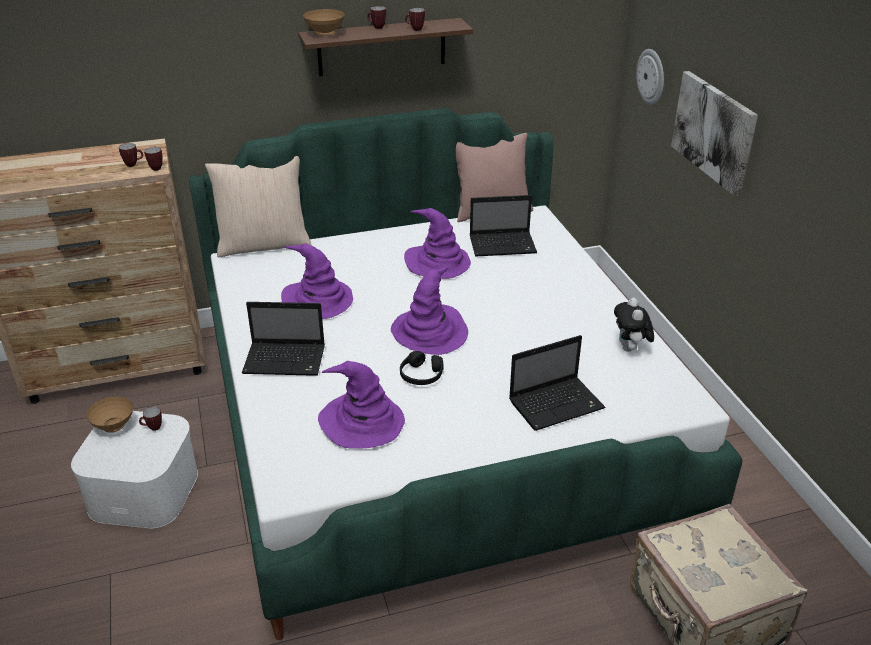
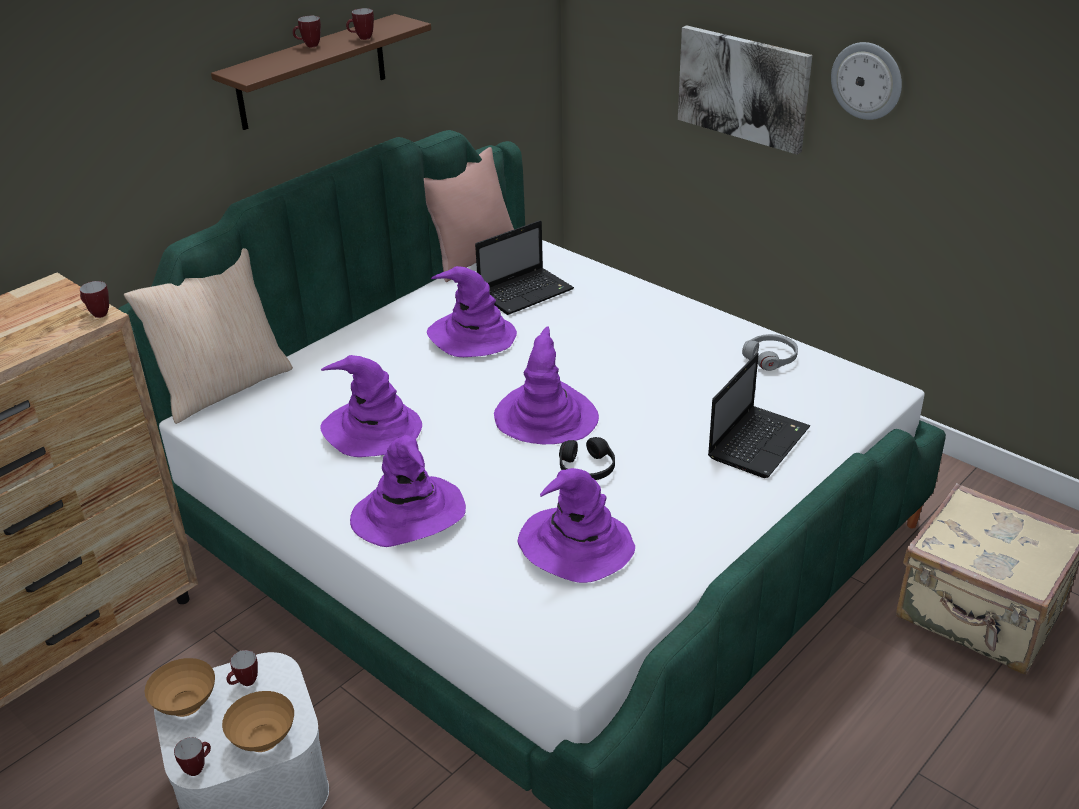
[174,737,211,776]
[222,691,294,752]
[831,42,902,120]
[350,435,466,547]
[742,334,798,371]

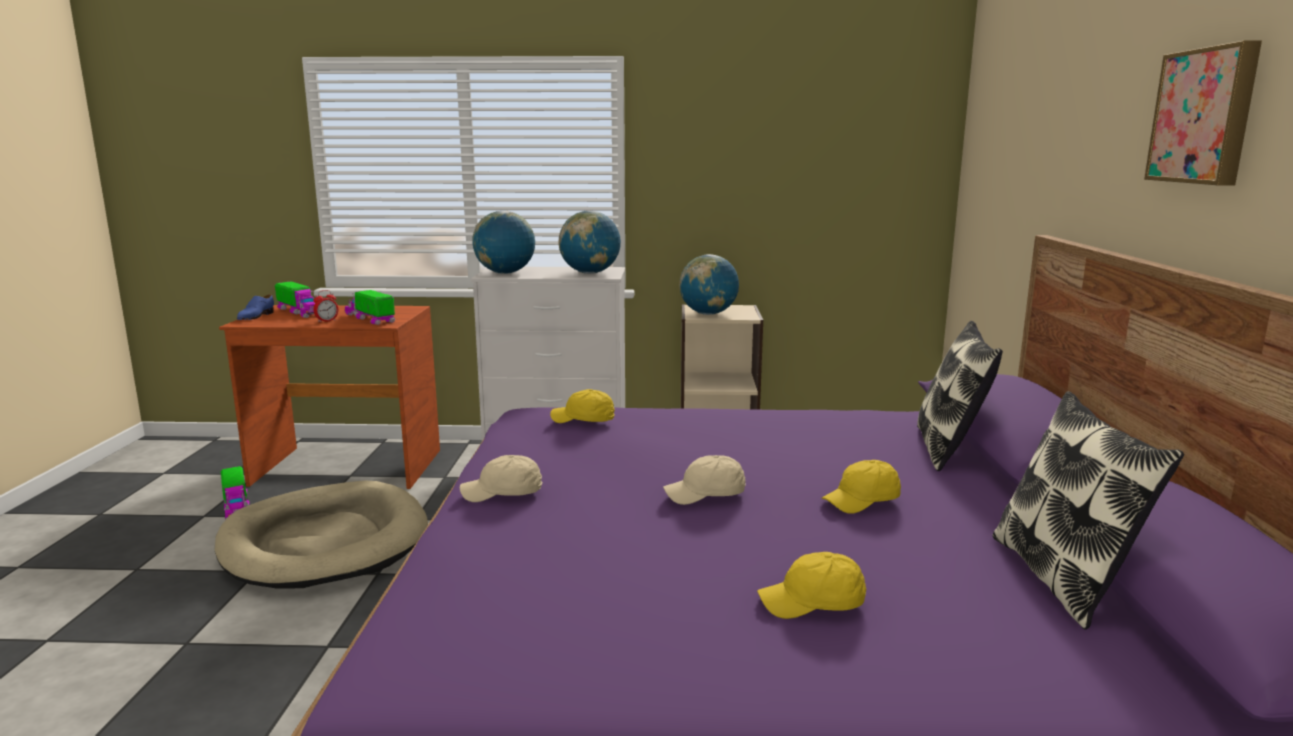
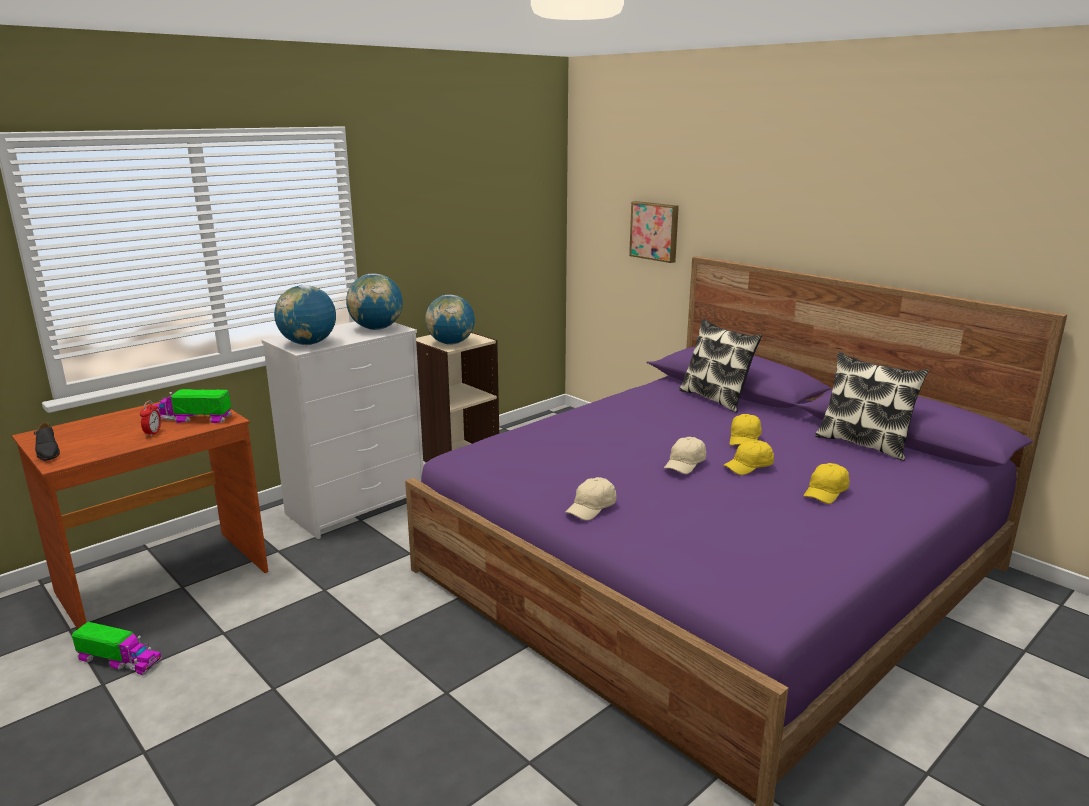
[215,480,428,589] (first image)
[275,281,315,318] (first image)
[723,440,774,475]
[629,201,679,263]
[34,422,60,461]

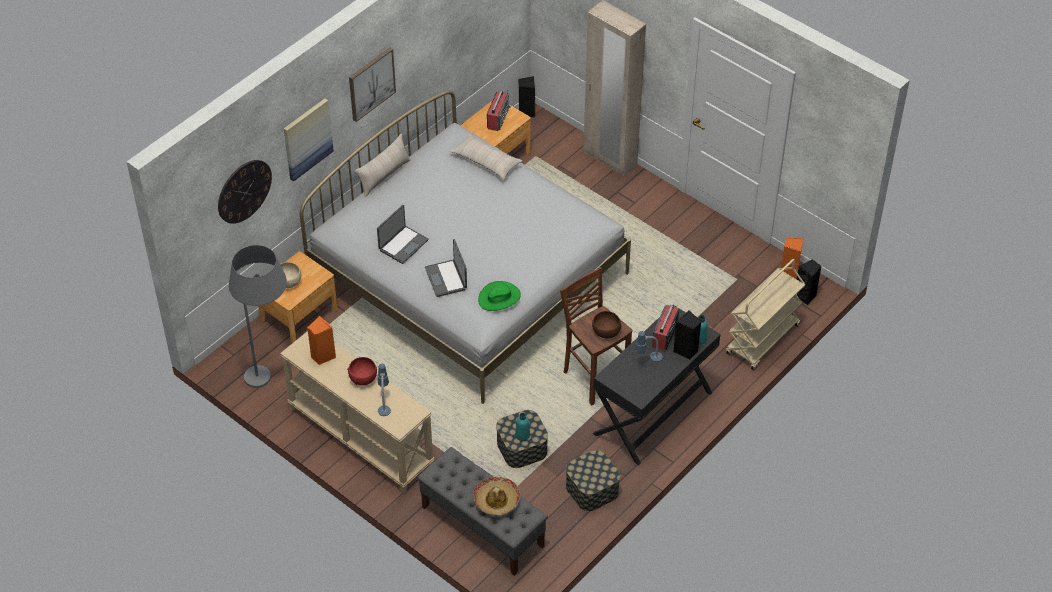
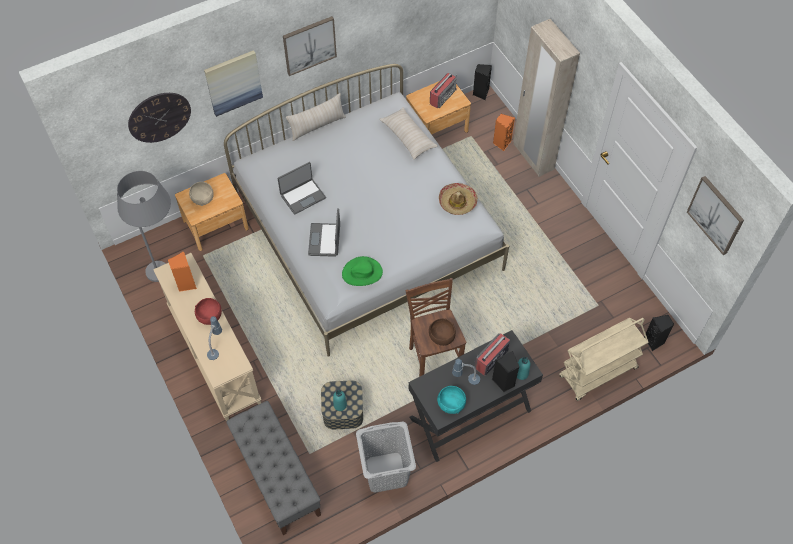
[437,386,466,414]
[687,176,744,255]
[439,183,478,215]
[493,114,515,151]
[356,421,416,493]

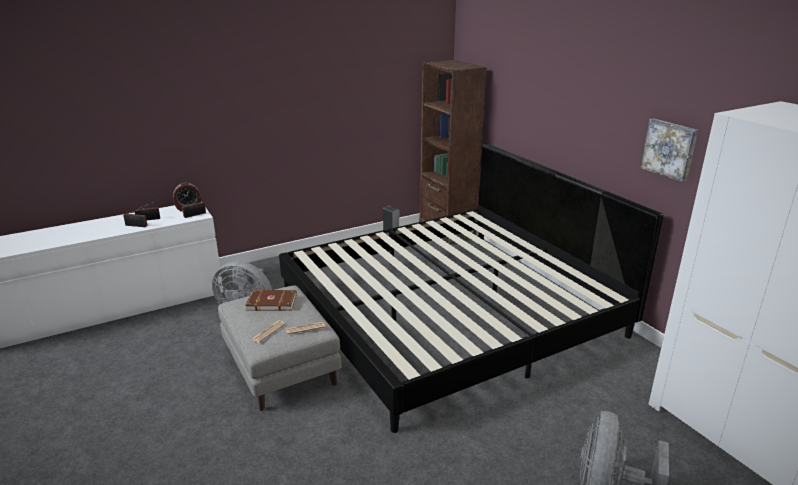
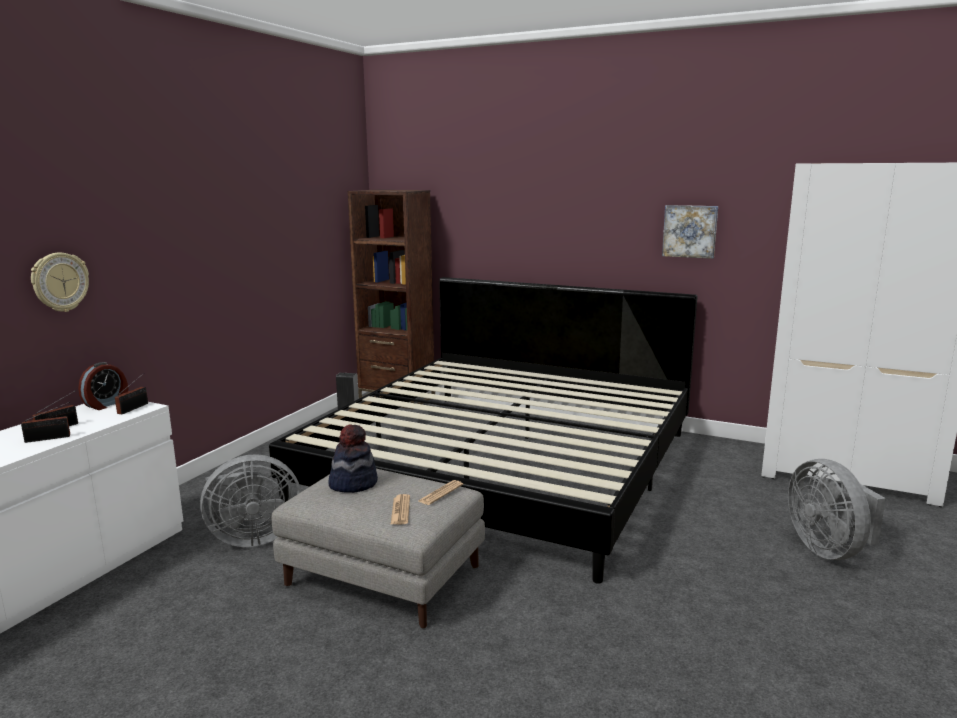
[31,253,89,312]
[328,424,378,493]

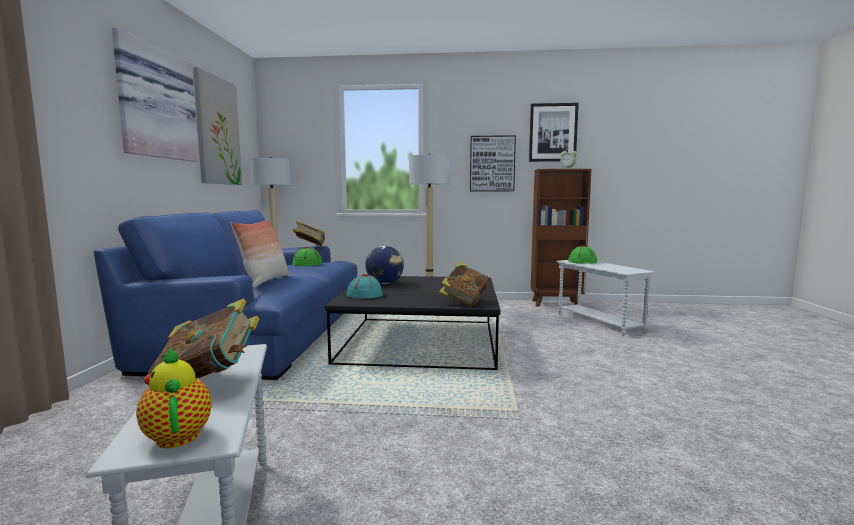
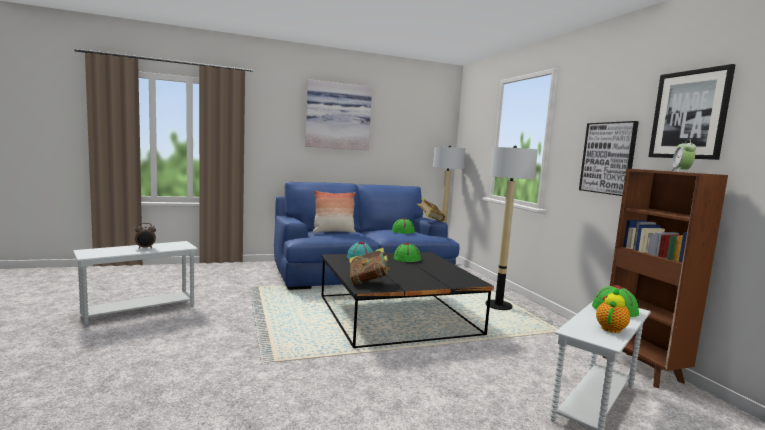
[193,67,242,185] (first image)
[596,288,630,333]
[135,223,156,249]
[394,243,421,262]

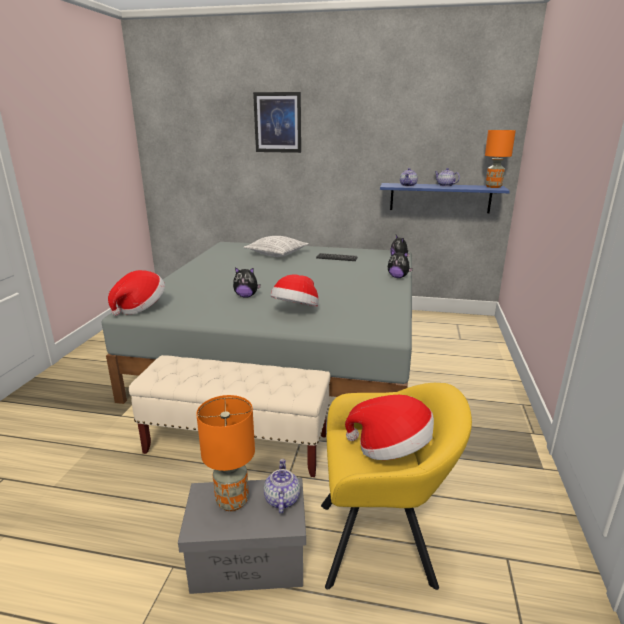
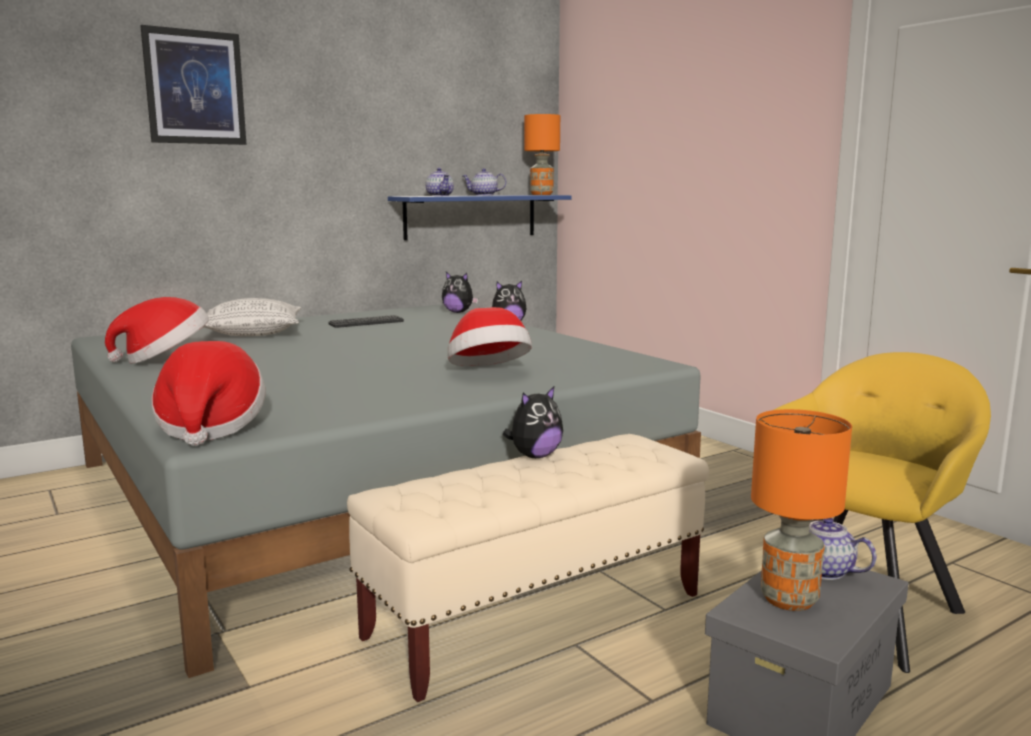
[503,386,563,458]
[105,297,209,363]

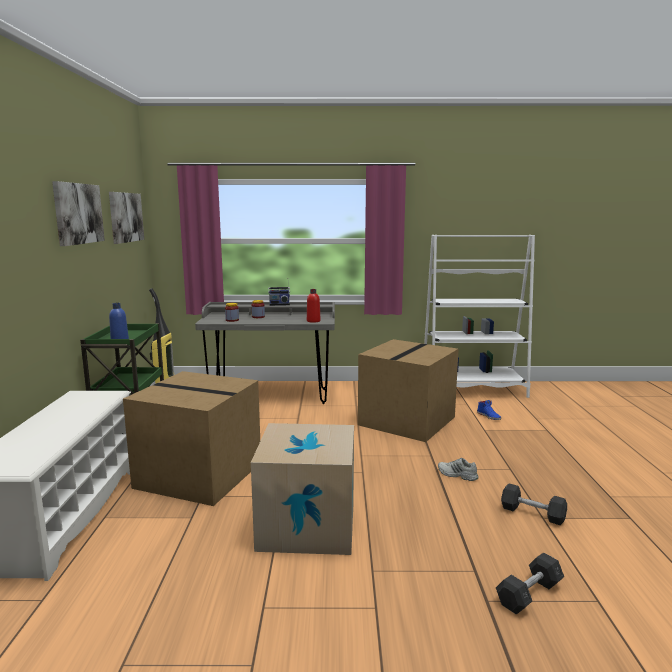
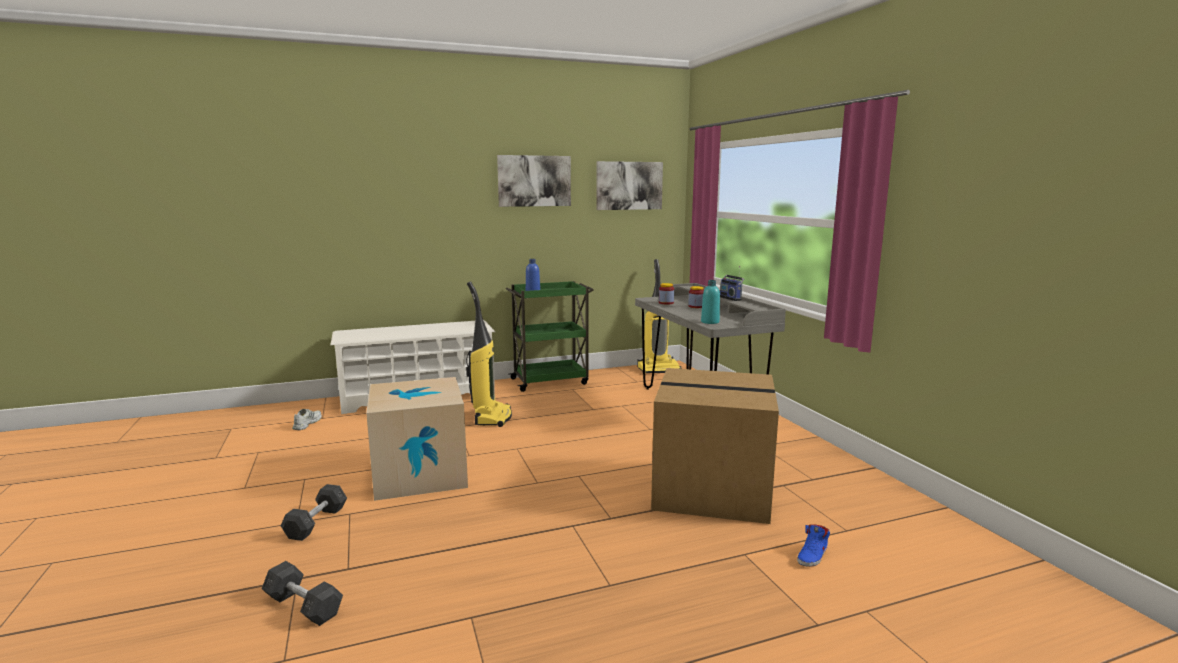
[424,235,535,398] (first image)
[292,409,322,430]
[280,484,347,541]
[466,281,512,427]
[701,280,720,324]

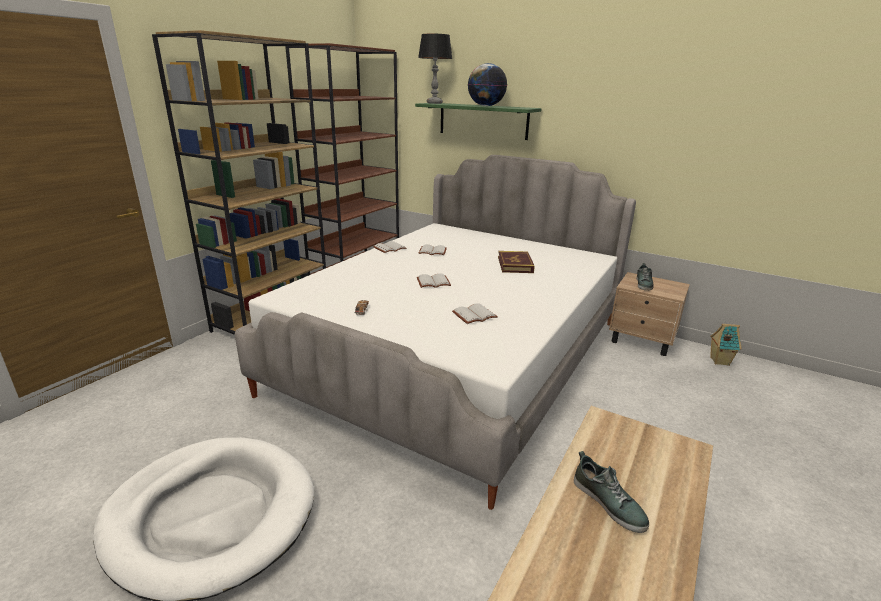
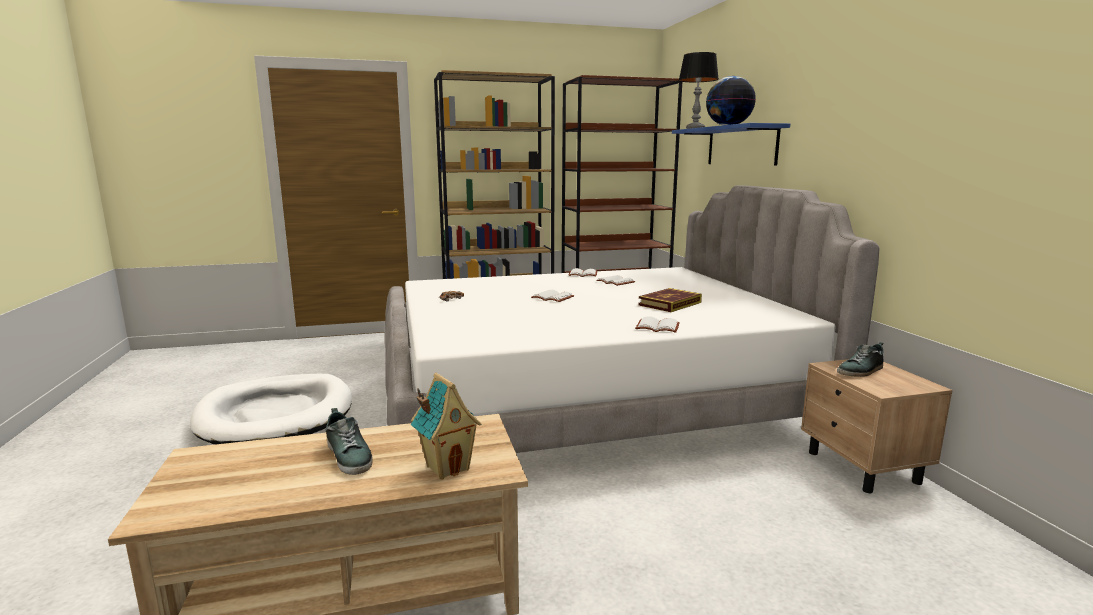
[635,316,680,333]
[410,373,482,479]
[672,123,790,166]
[326,408,372,475]

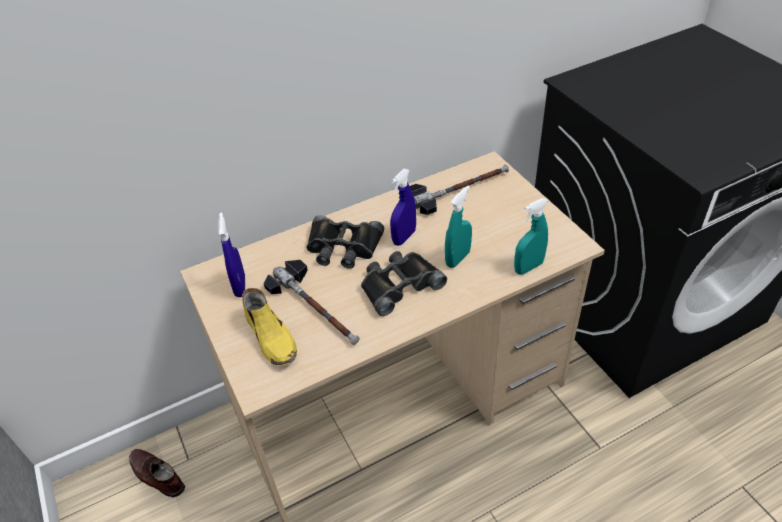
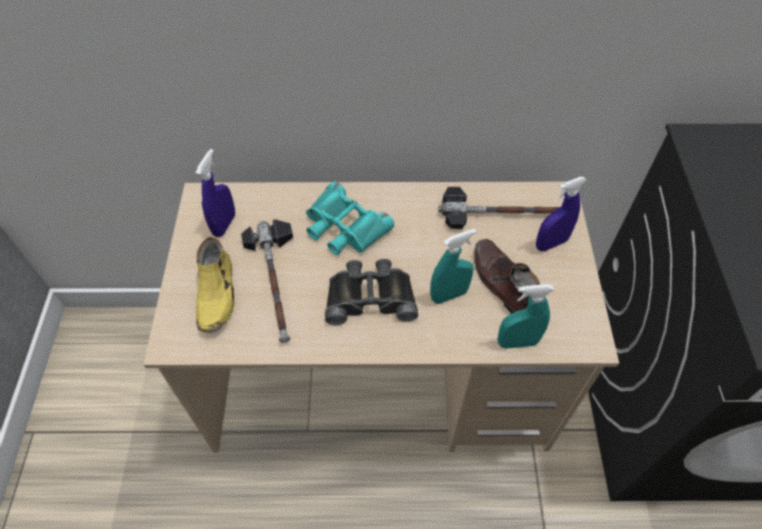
[474,239,540,314]
[536,177,587,251]
[306,181,394,255]

